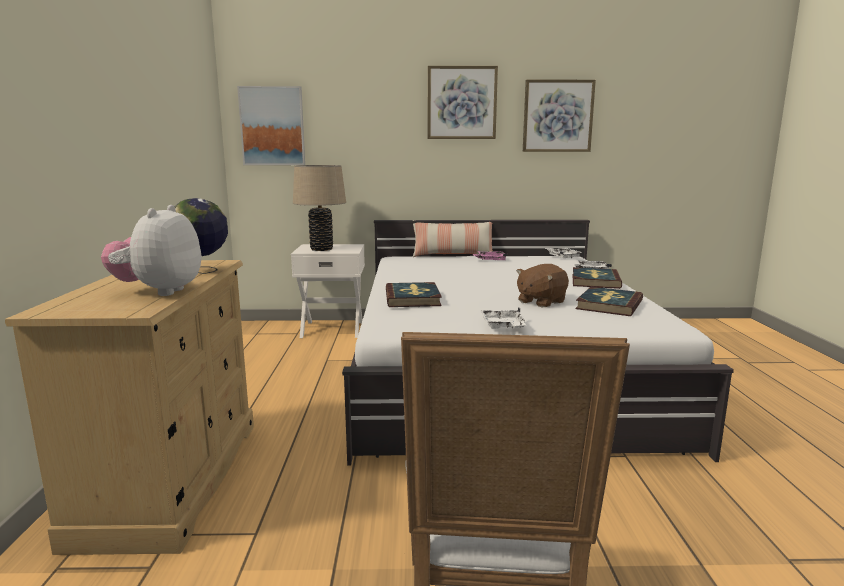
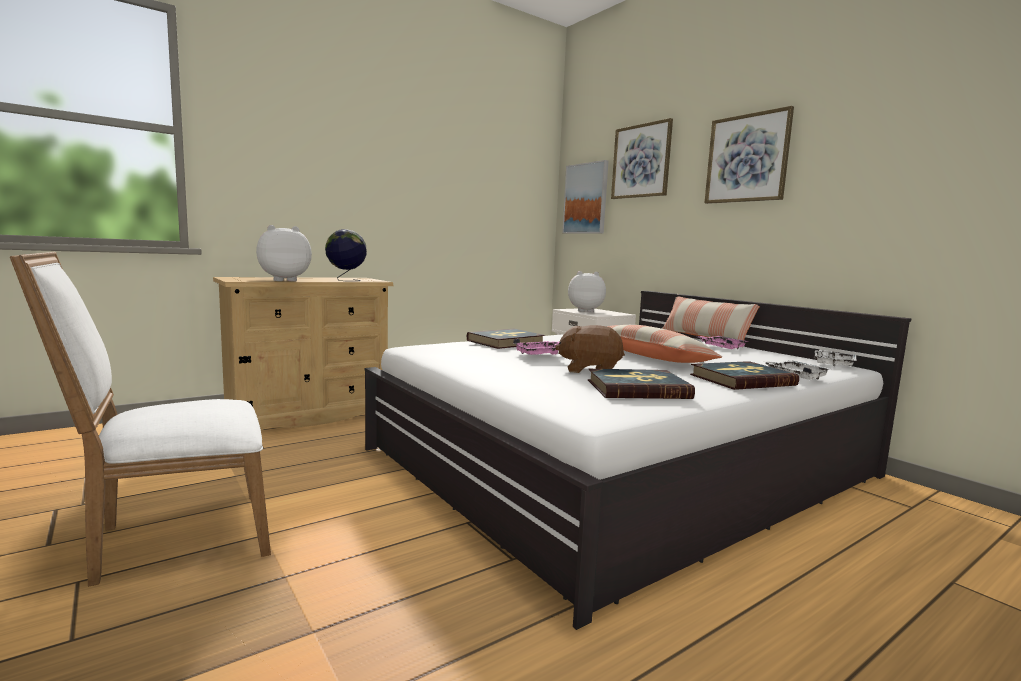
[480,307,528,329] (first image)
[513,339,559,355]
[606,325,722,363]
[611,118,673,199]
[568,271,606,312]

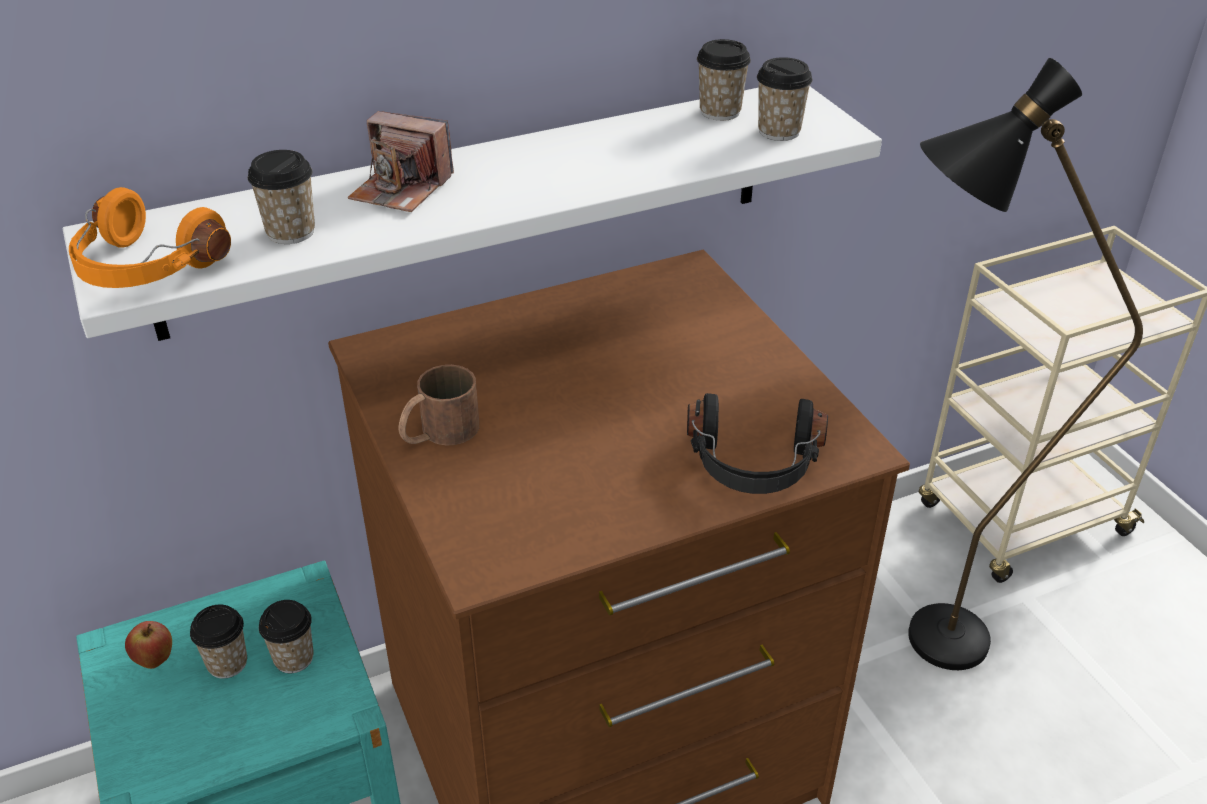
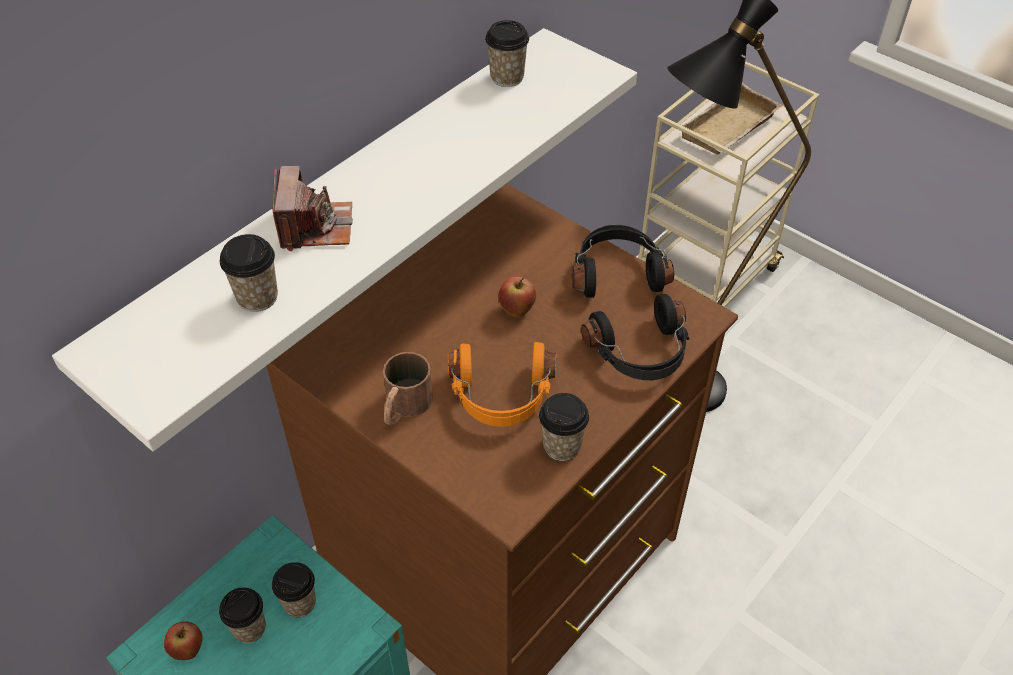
[498,276,536,317]
[572,225,674,298]
[682,83,782,155]
[448,342,556,427]
[539,393,589,461]
[273,166,352,251]

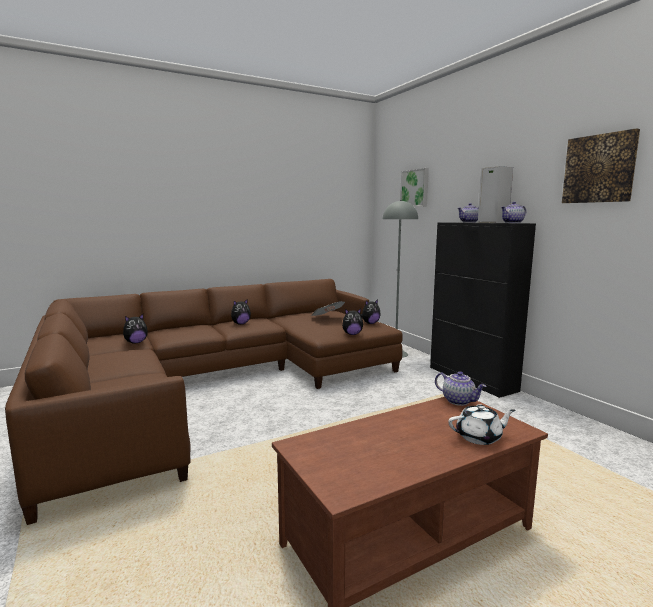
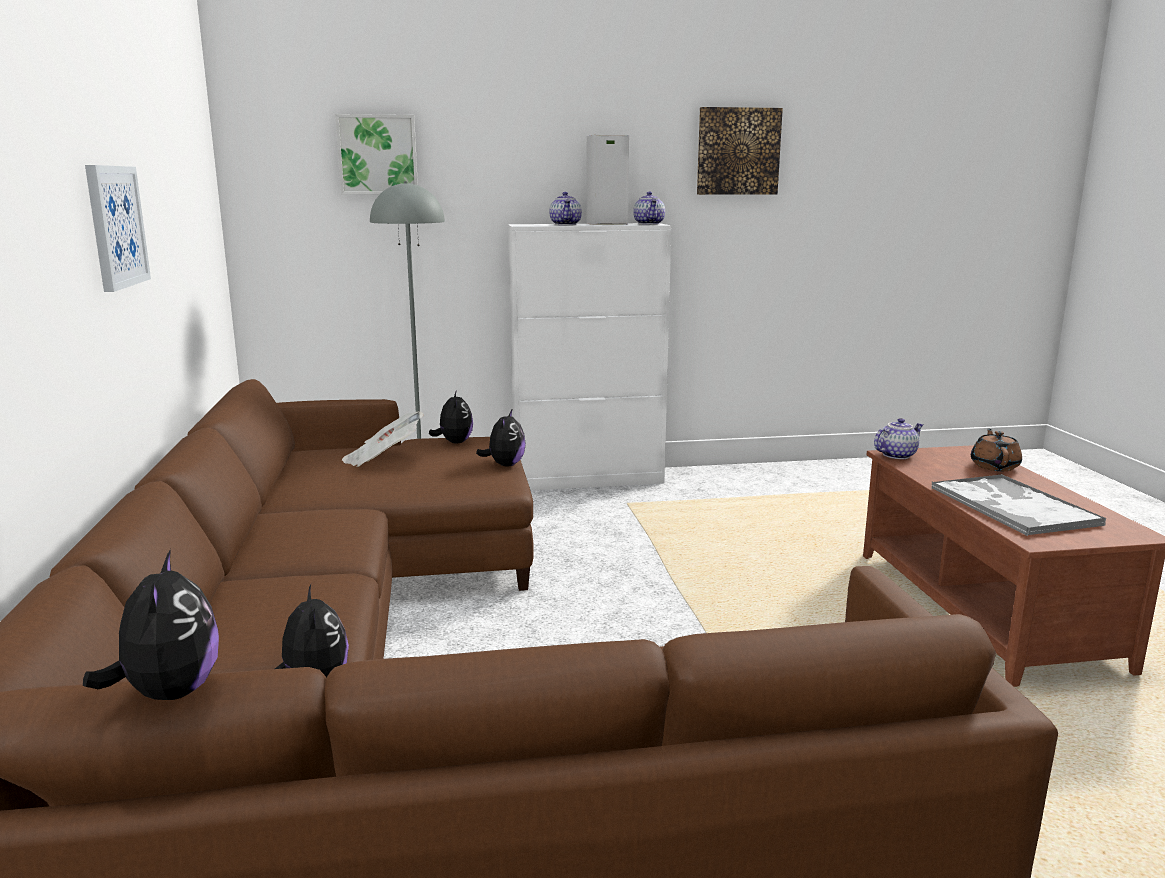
[85,165,151,292]
[931,474,1106,536]
[83,549,219,700]
[508,223,671,490]
[971,429,1022,471]

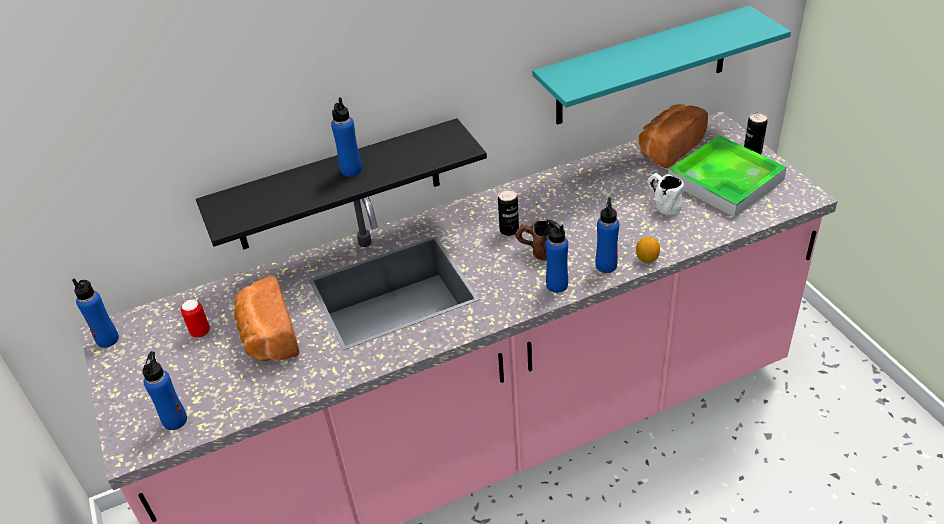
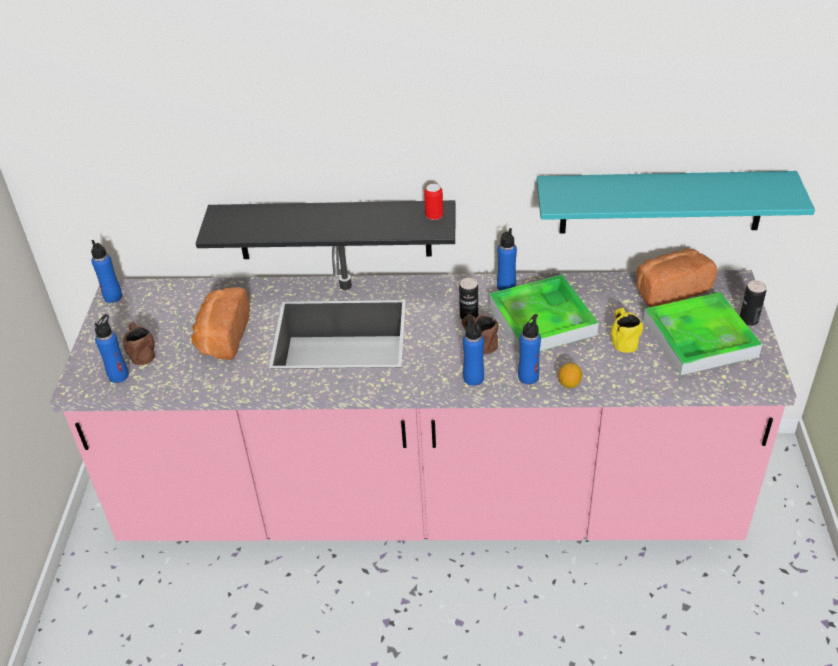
[123,322,155,365]
[489,275,599,354]
[424,184,443,220]
[497,228,517,291]
[611,307,643,353]

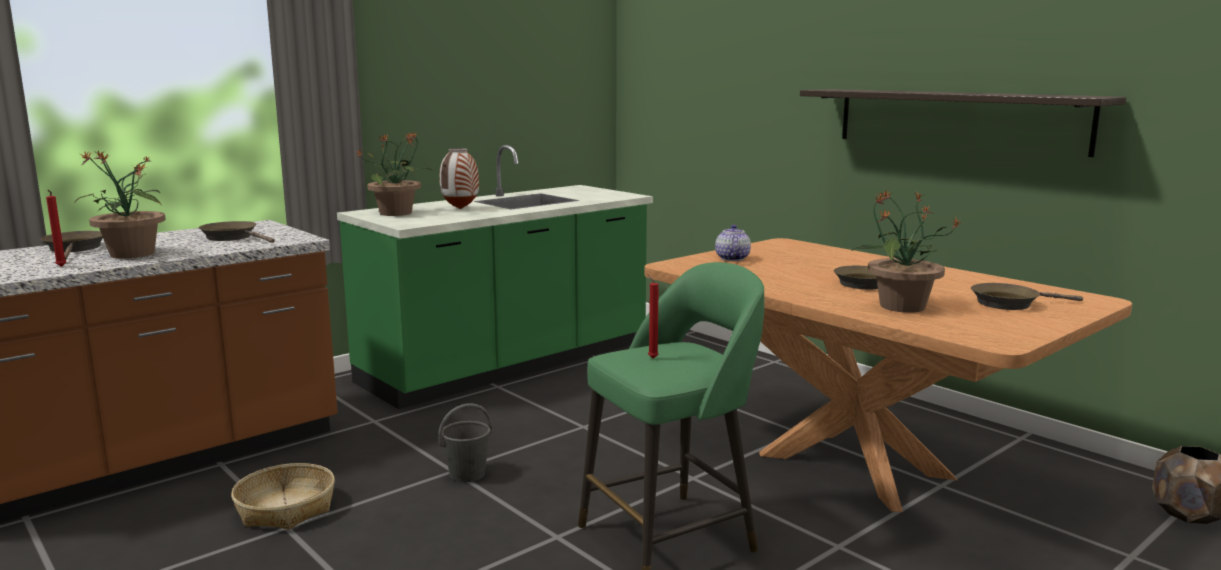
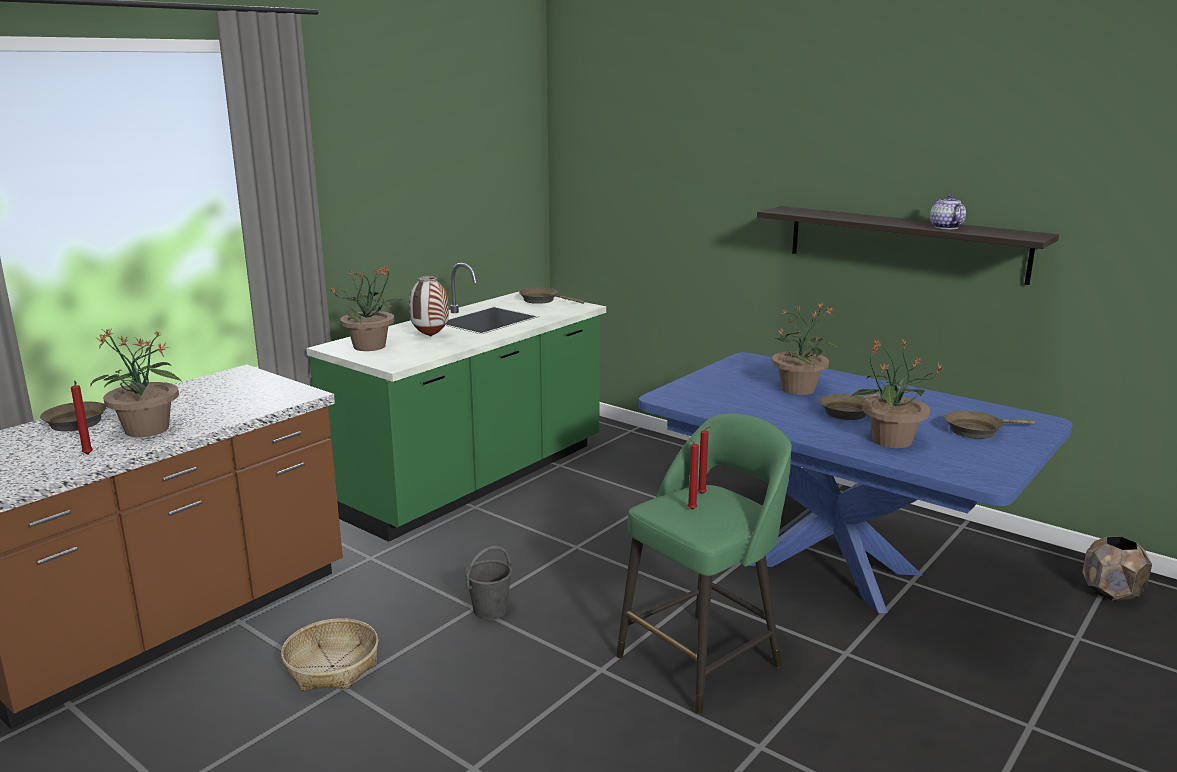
[698,426,712,494]
[772,302,838,395]
[519,288,585,304]
[930,194,966,229]
[639,352,1073,613]

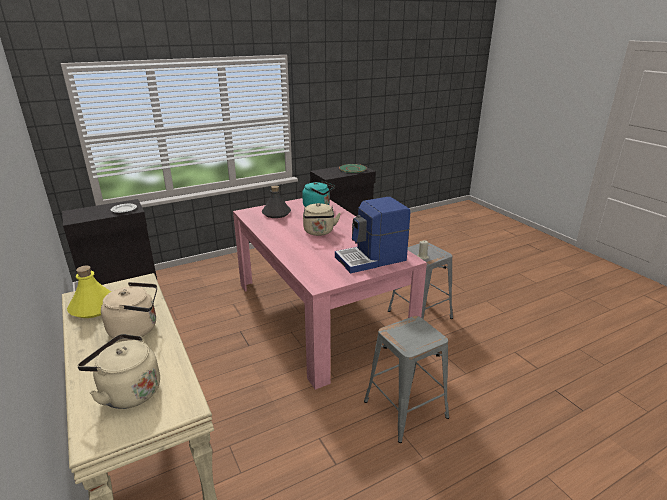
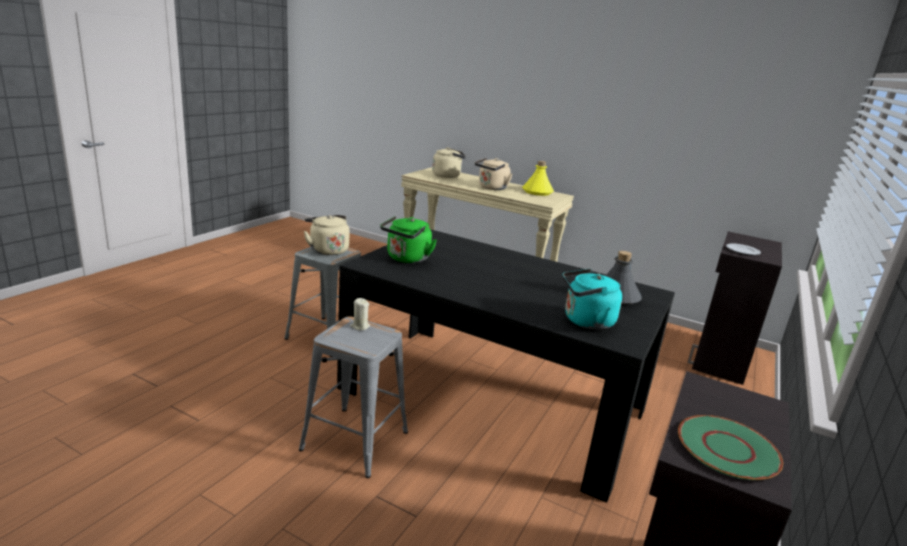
[304,215,350,255]
[380,216,437,263]
[337,229,675,503]

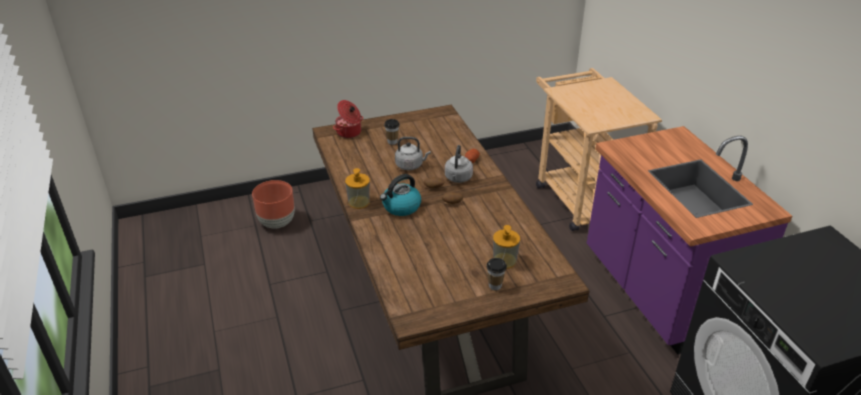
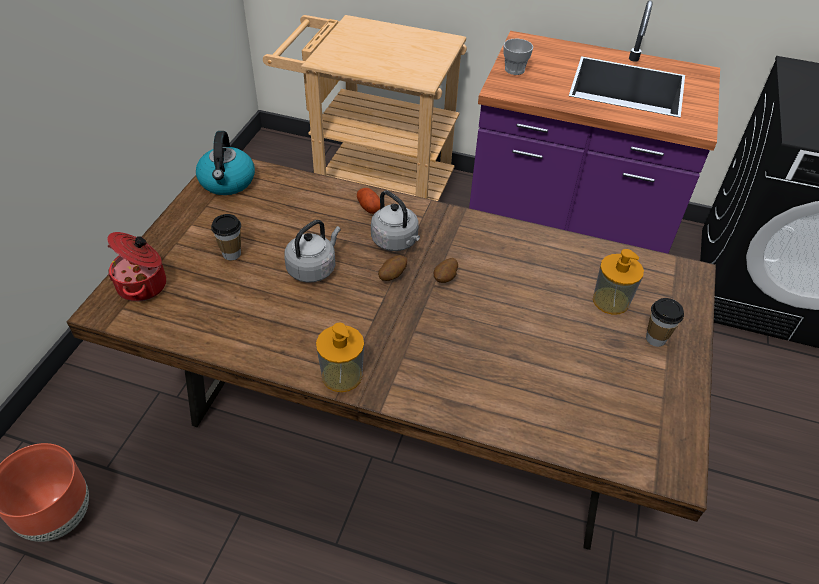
[503,39,534,75]
[196,131,255,195]

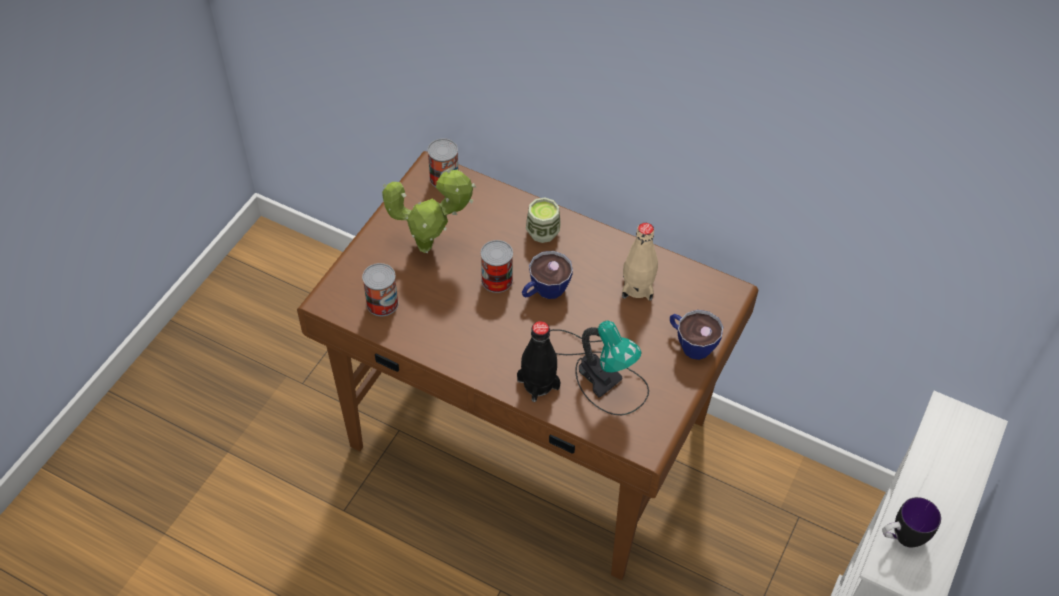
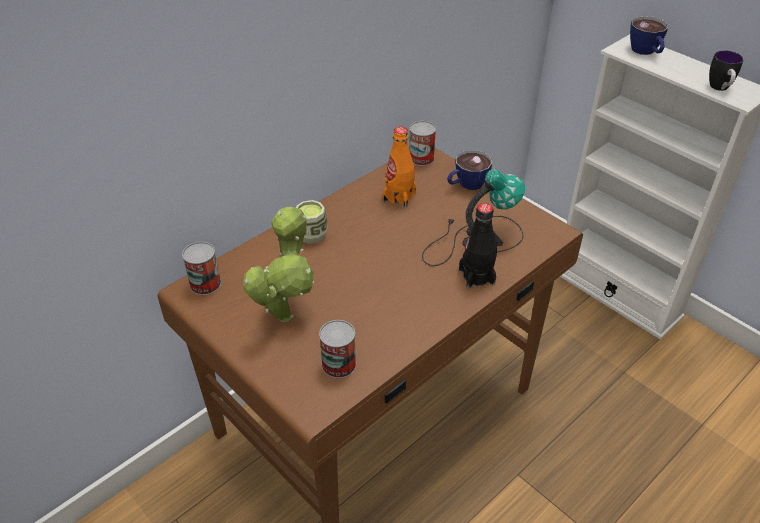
[409,121,436,166]
[630,16,668,55]
[382,127,416,208]

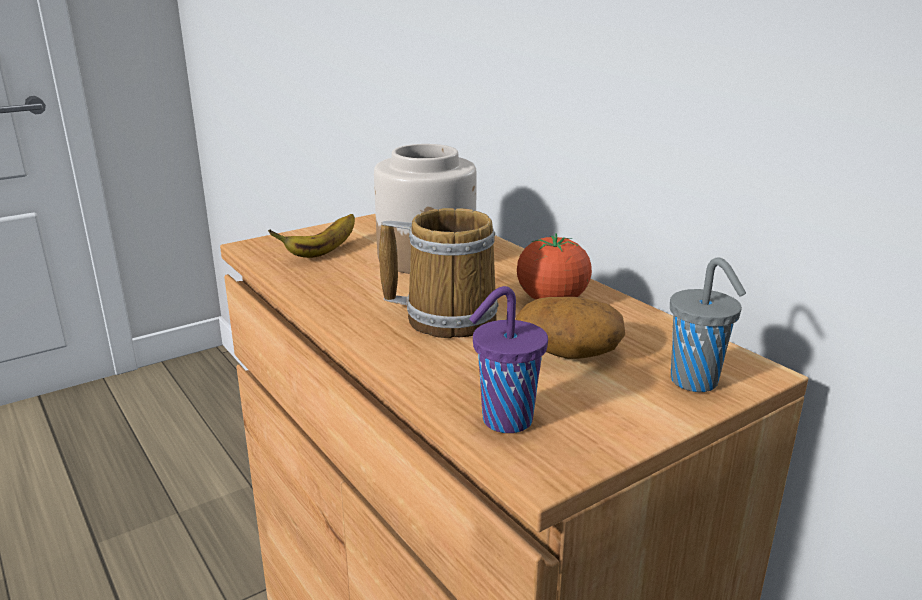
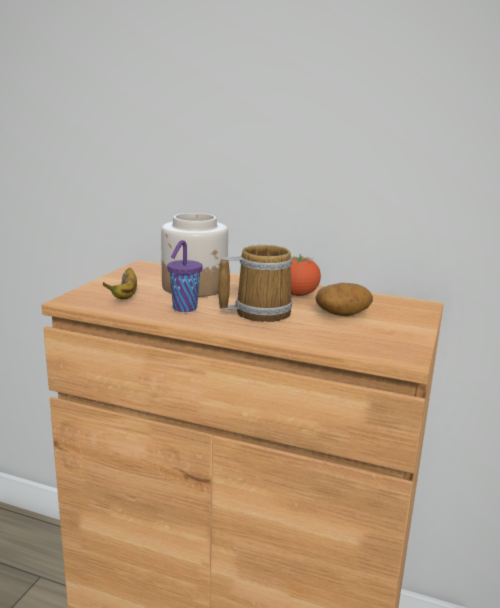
[670,257,746,392] (first image)
[167,240,203,312]

